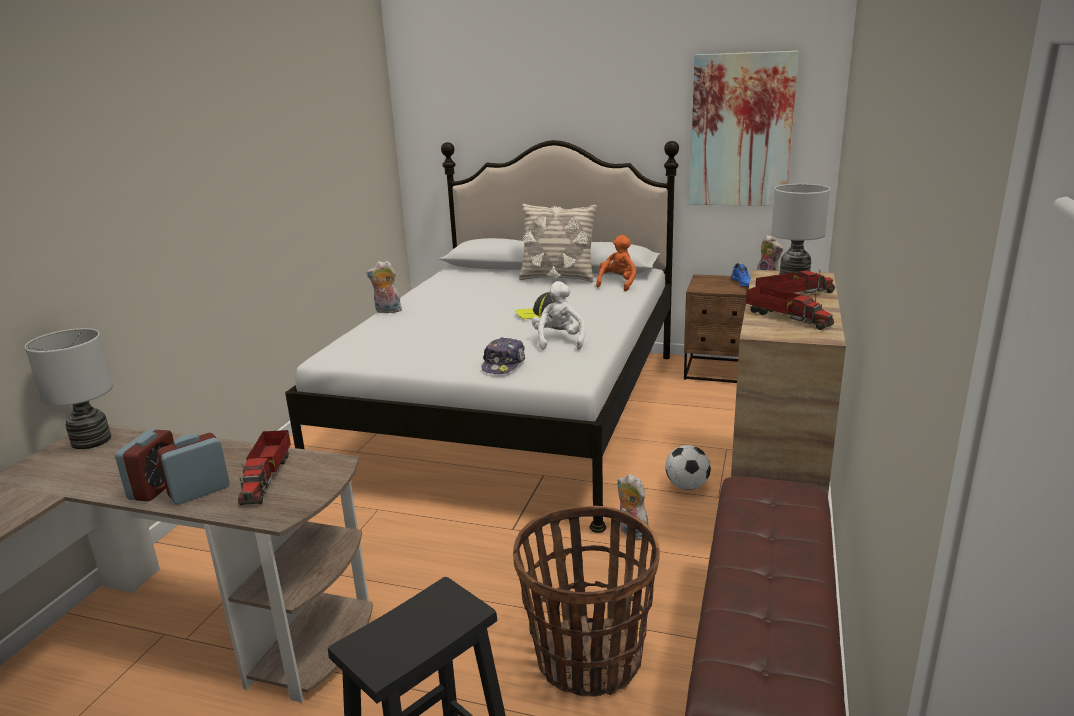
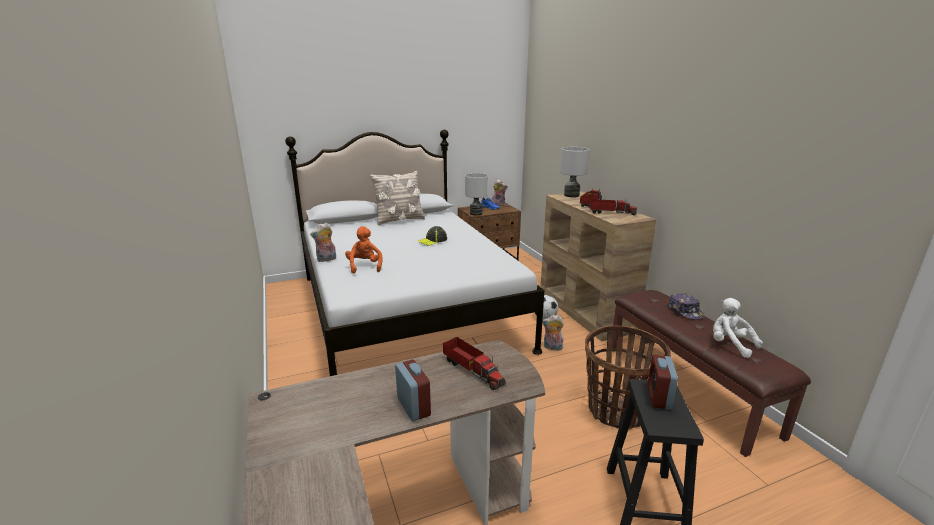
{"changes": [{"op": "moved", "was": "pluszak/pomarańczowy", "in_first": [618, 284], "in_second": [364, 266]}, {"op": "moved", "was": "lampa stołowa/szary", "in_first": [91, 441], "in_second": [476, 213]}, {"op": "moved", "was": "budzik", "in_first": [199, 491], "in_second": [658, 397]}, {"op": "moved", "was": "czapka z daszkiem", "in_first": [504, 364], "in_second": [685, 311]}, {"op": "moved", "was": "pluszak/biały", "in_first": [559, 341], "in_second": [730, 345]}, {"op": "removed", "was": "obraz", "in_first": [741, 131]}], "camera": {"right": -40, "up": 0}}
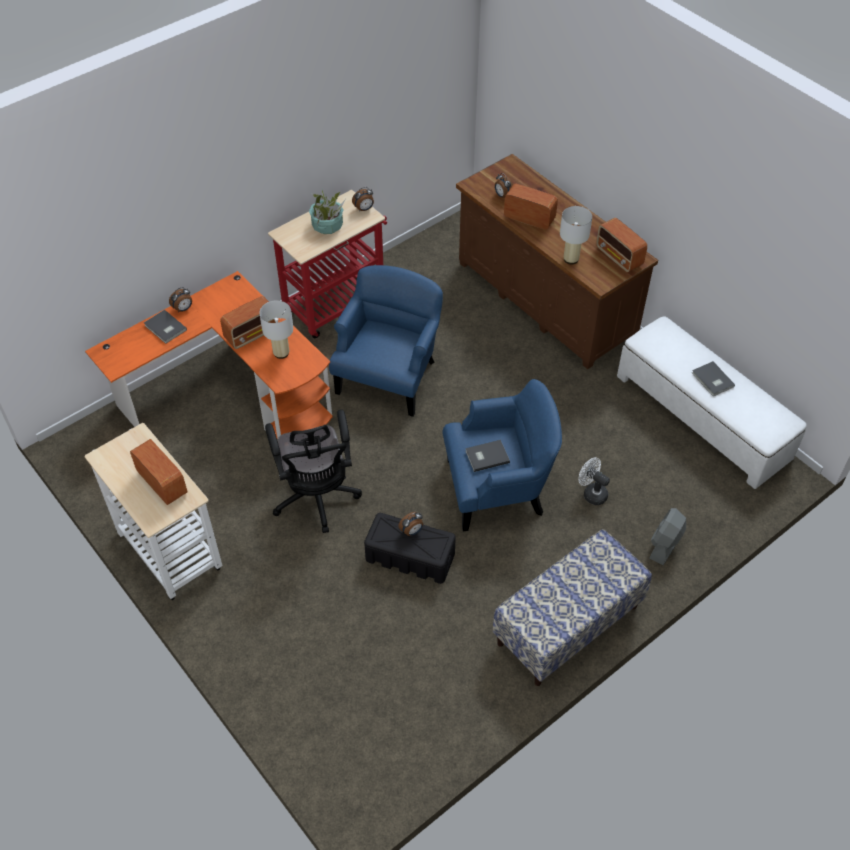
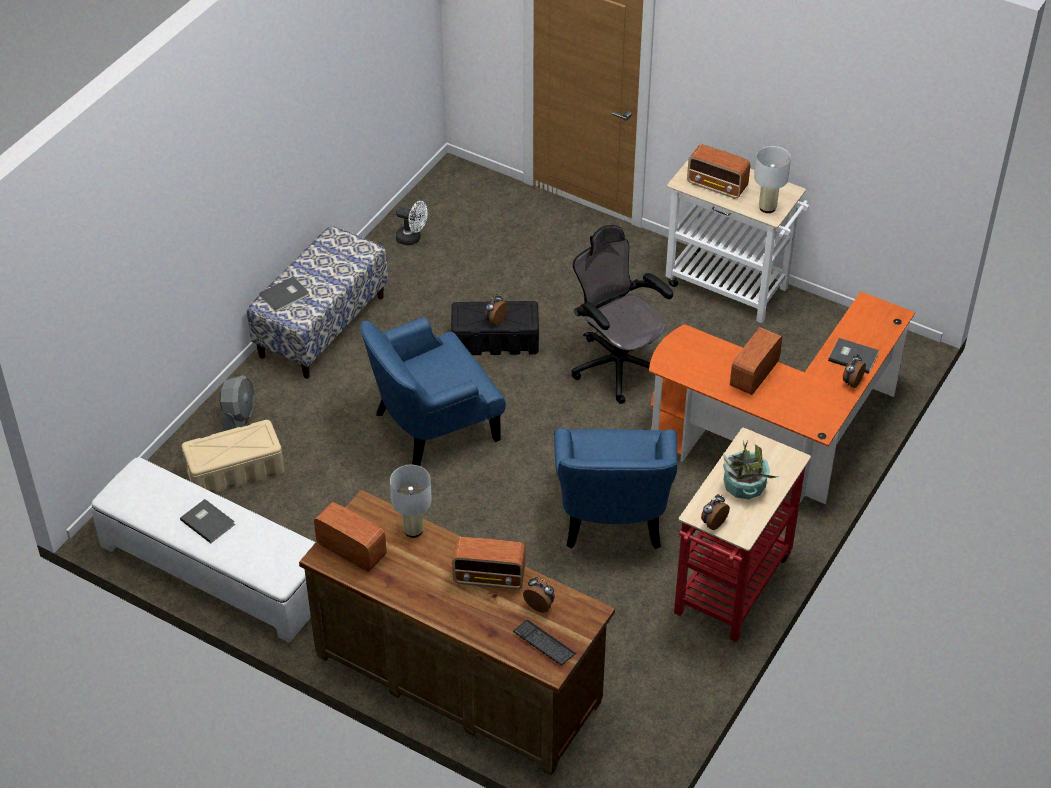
{"changes": [{"op": "added", "now": "pojemnik do przechowywania/beżowy", "in_second": [234, 471]}, {"op": "moved", "was": "książka/szary", "in_first": [486, 456], "in_second": [286, 295]}, {"op": "moved", "was": "wentylator/biały", "in_first": [591, 493], "in_second": [412, 238]}, {"op": "added", "now": "klawiatura", "in_second": [544, 643]}, {"op": "moved", "was": "lampa stołowa/biały", "in_first": [281, 353], "in_second": [767, 208]}], "camera": {"right": 160, "up": -5}}
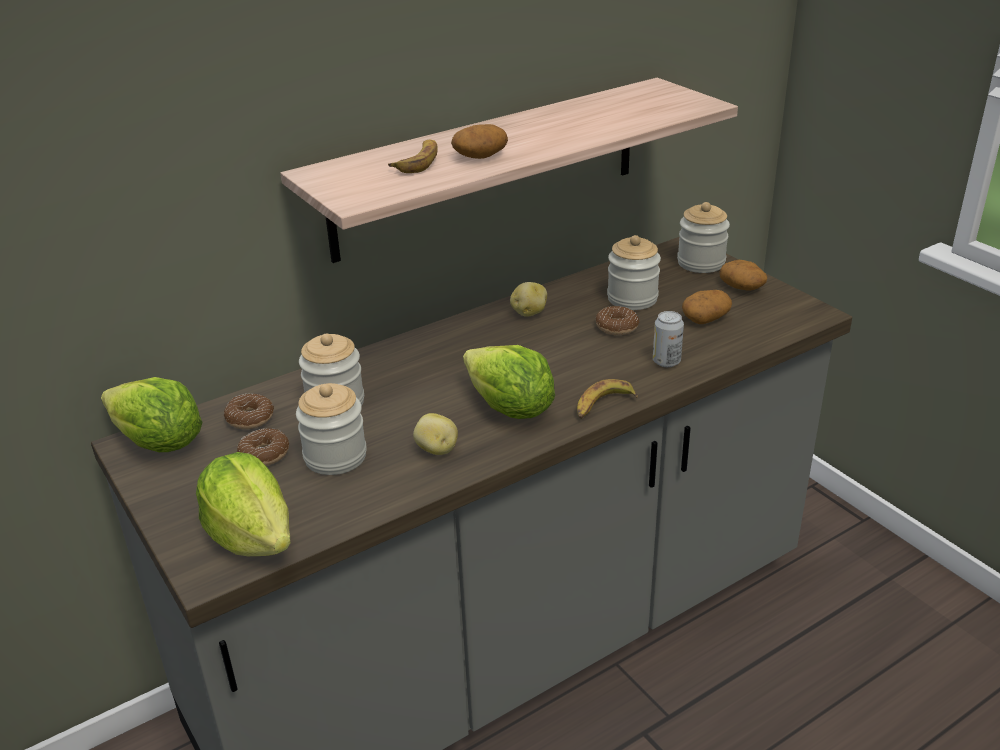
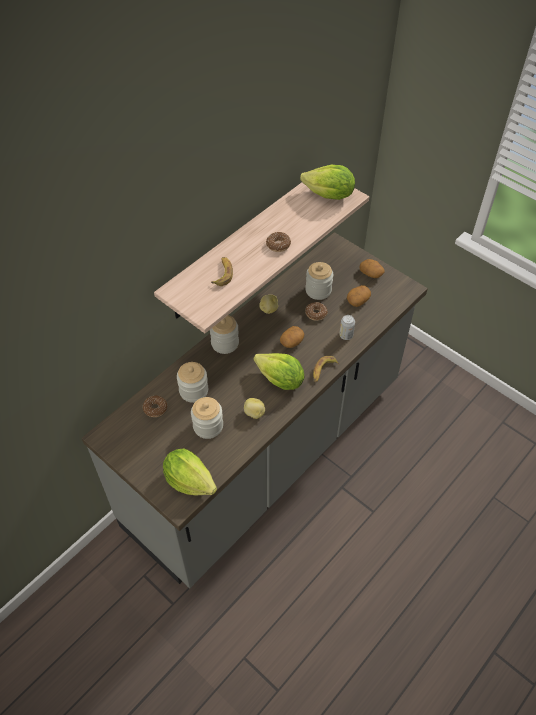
{"changes": [{"op": "moved", "was": "słoik", "in_first": [701, 263], "in_second": [225, 343]}, {"op": "moved", "was": "donut", "in_first": [264, 454], "in_second": [278, 245]}, {"op": "moved", "was": "ziemniak", "in_first": [480, 156], "in_second": [292, 342]}, {"op": "moved", "was": "sałata", "in_first": [159, 444], "in_second": [329, 195]}], "camera": {"right": -15, "up": 20}}
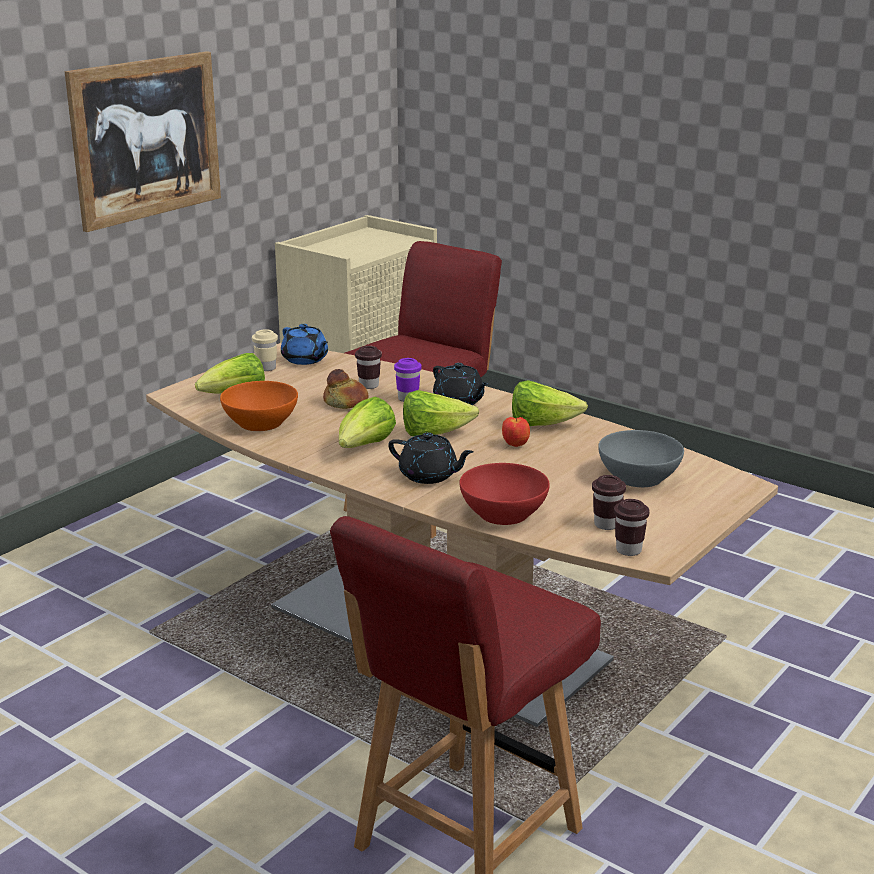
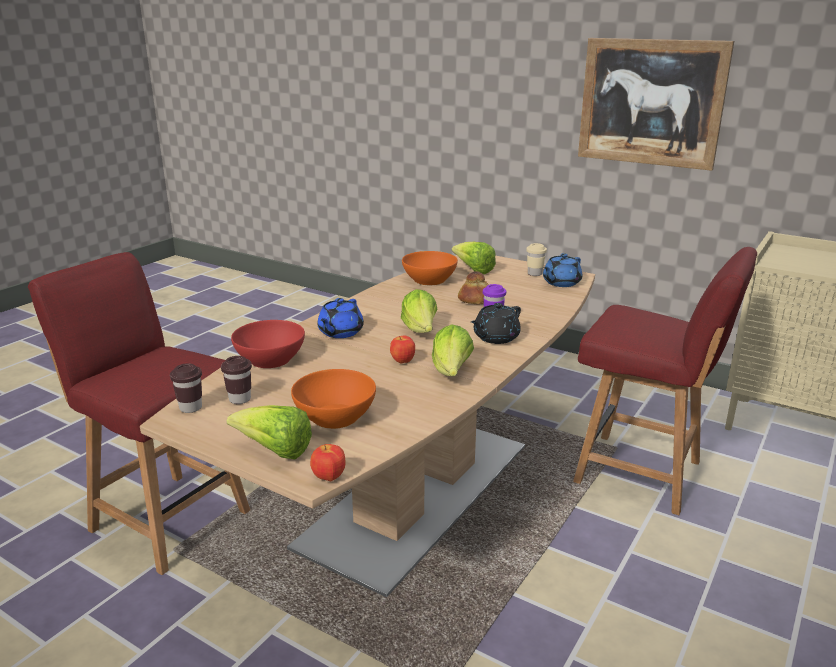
{"changes": [{"op": "moved", "was": "sałata", "in_first": [365, 447], "in_second": [275, 451]}, {"op": "recoloured", "was": "miska/szary", "now": "miska/pomarańczowy", "in_first": [638, 477], "in_second": [334, 416]}, {"op": "added", "now": "jabłko", "in_second": [328, 478]}, {"op": "recoloured", "was": "imbryk/czarny", "now": "imbryk/niebieski", "in_first": [429, 476], "in_second": [340, 332]}, {"op": "removed", "was": "filiżanka/brązowy", "in_first": [369, 386]}], "camera": {"right": 85, "up": 0}}
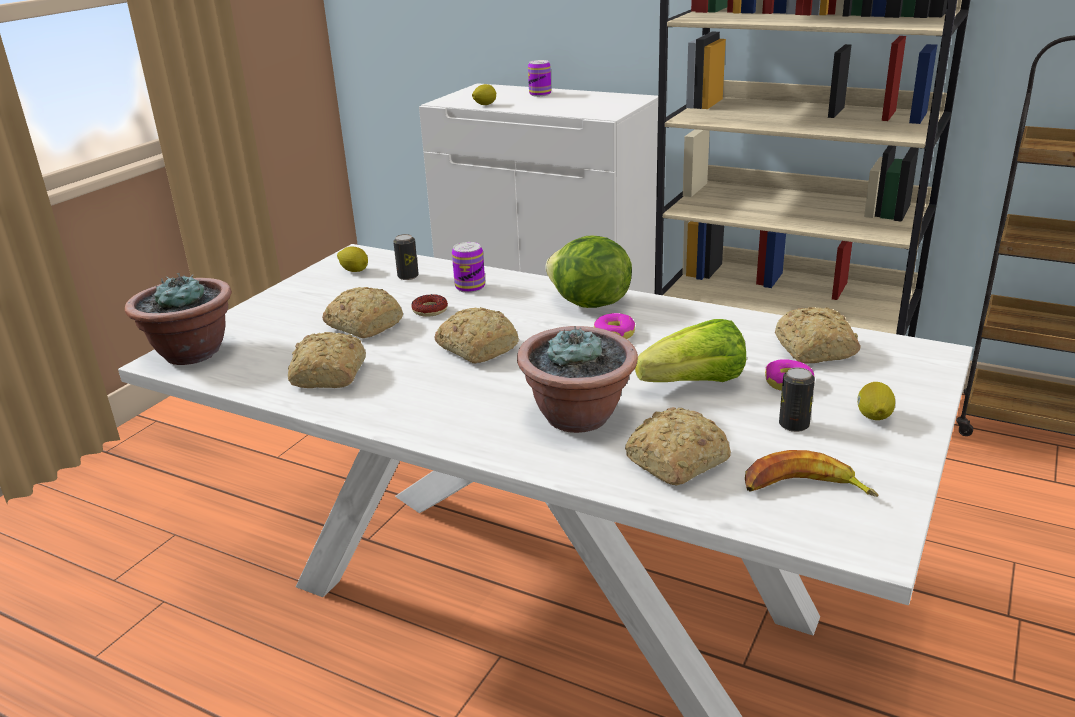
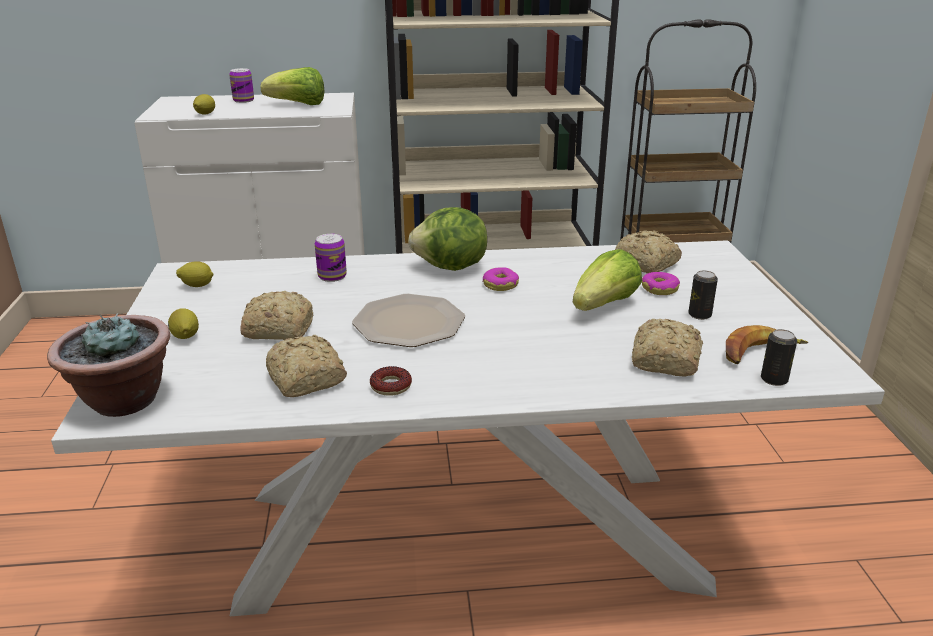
{"changes": [{"op": "moved", "was": "cytryna", "in_first": [873, 417], "in_second": [185, 337]}, {"op": "added", "now": "sałata", "in_second": [298, 105]}, {"op": "replaced", "was": "chleb", "now": "talerz", "in_first": [477, 348], "in_second": [408, 322]}, {"op": "moved", "was": "donut", "in_first": [430, 310], "in_second": [390, 386]}, {"op": "moved", "was": "puszka", "in_first": [408, 276], "in_second": [774, 380]}, {"op": "removed", "was": "roślina doniczkowa", "in_first": [579, 417]}], "camera": {"right": -35, "up": 0}}
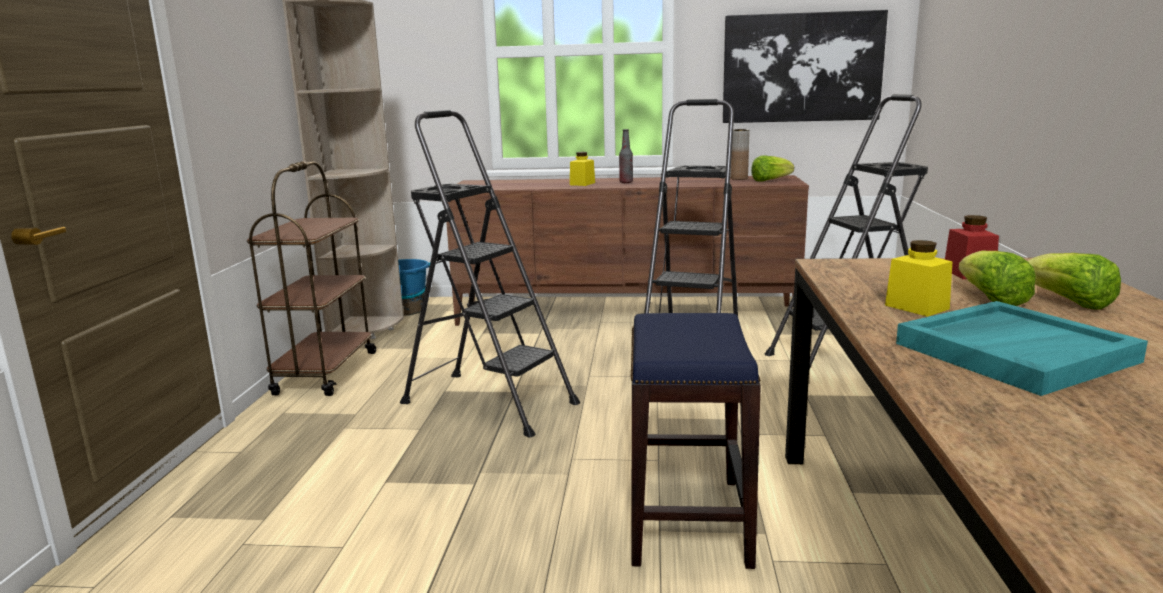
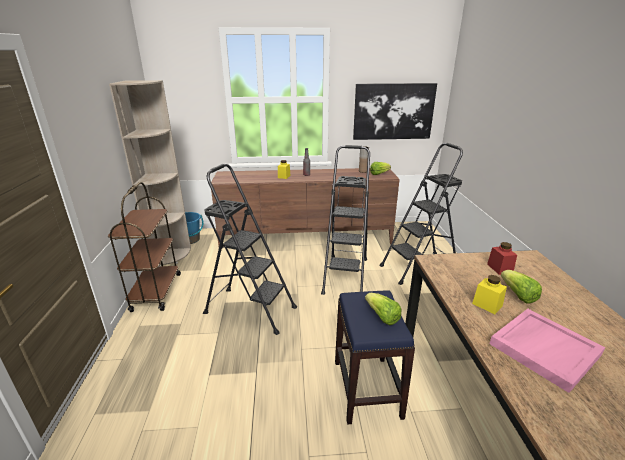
{"changes": [{"op": "moved", "was": "sałata", "in_first": [1068, 302], "in_second": [382, 317]}, {"op": "recoloured", "was": "taca/turkusowy", "now": "taca/różowy", "in_first": [1013, 351], "in_second": [544, 348]}], "camera": {"right": -10, "up": 10}}
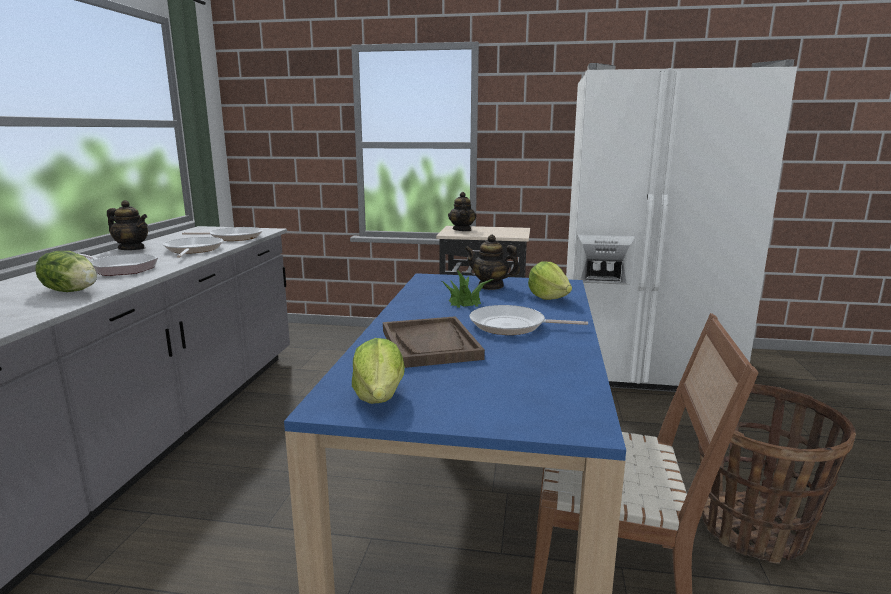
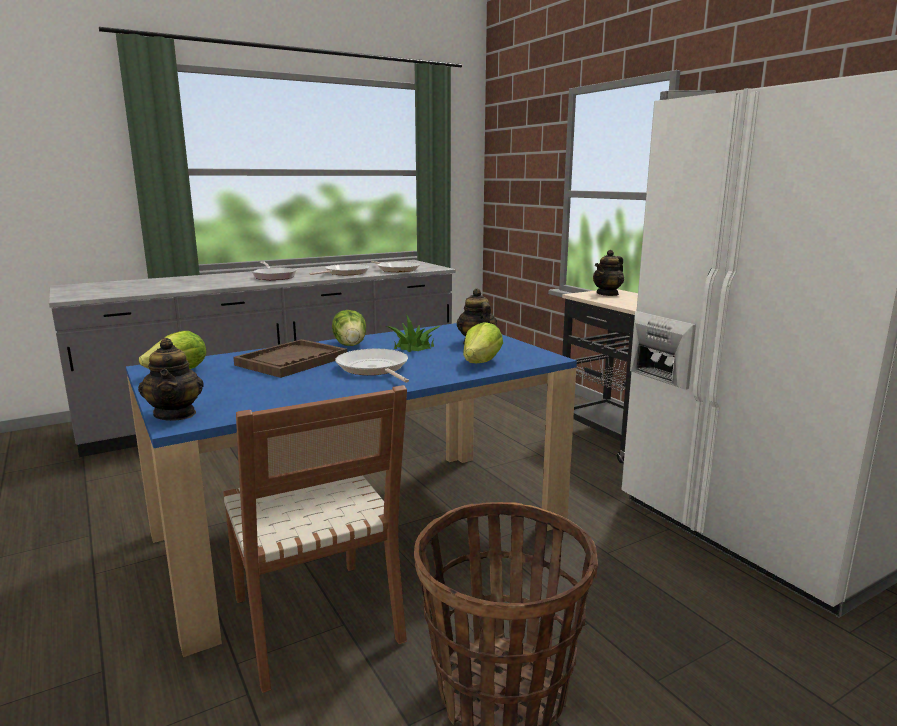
{"changes": [{"op": "moved", "was": "imbryk", "in_first": [132, 249], "in_second": [175, 414]}, {"op": "moved", "was": "sałata", "in_first": [71, 291], "in_second": [351, 345]}], "camera": {"right": 50, "up": 0}}
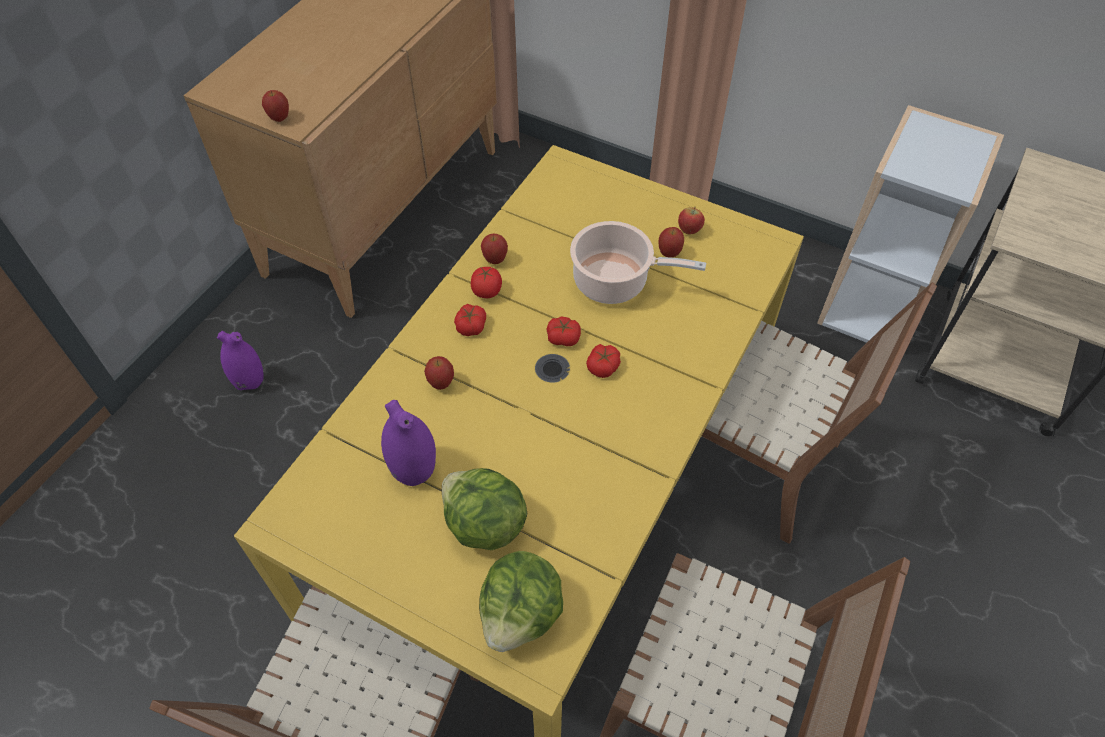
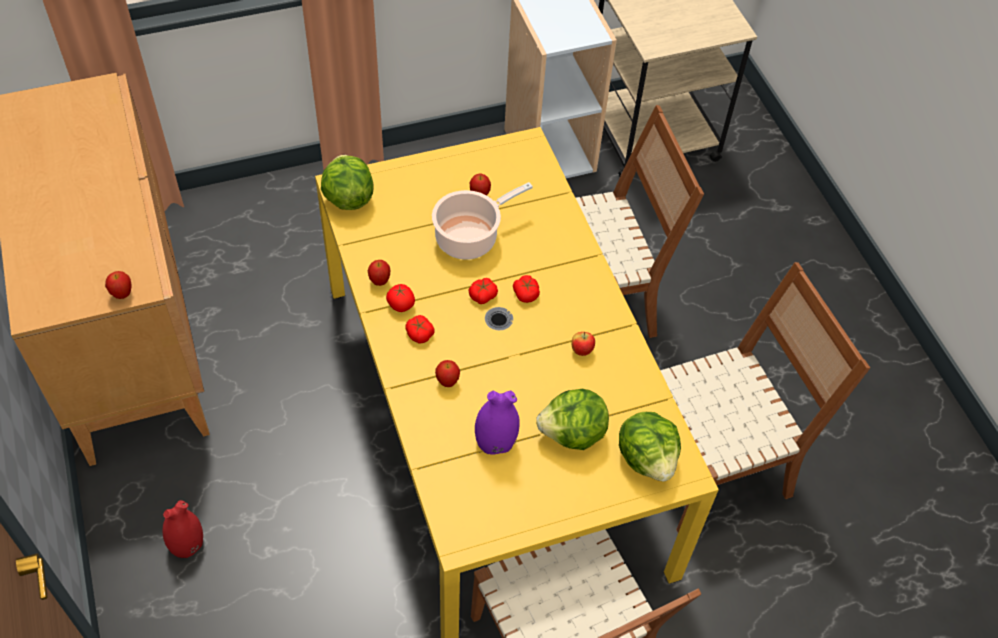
{"changes": [{"op": "recoloured", "was": "wazon/fioletowy", "now": "wazon/czerwony", "in_first": [249, 380], "in_second": [187, 544]}, {"op": "added", "now": "sałata", "in_second": [348, 198]}, {"op": "moved", "was": "jabłko", "in_first": [689, 230], "in_second": [581, 351]}], "camera": {"right": -50, "up": 0}}
